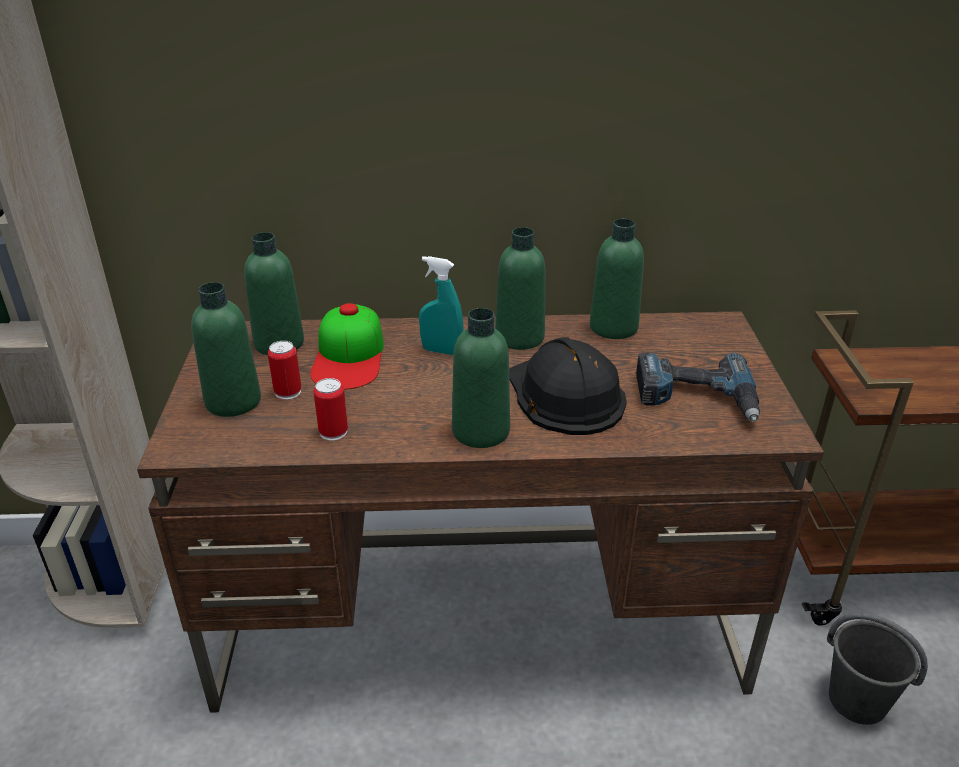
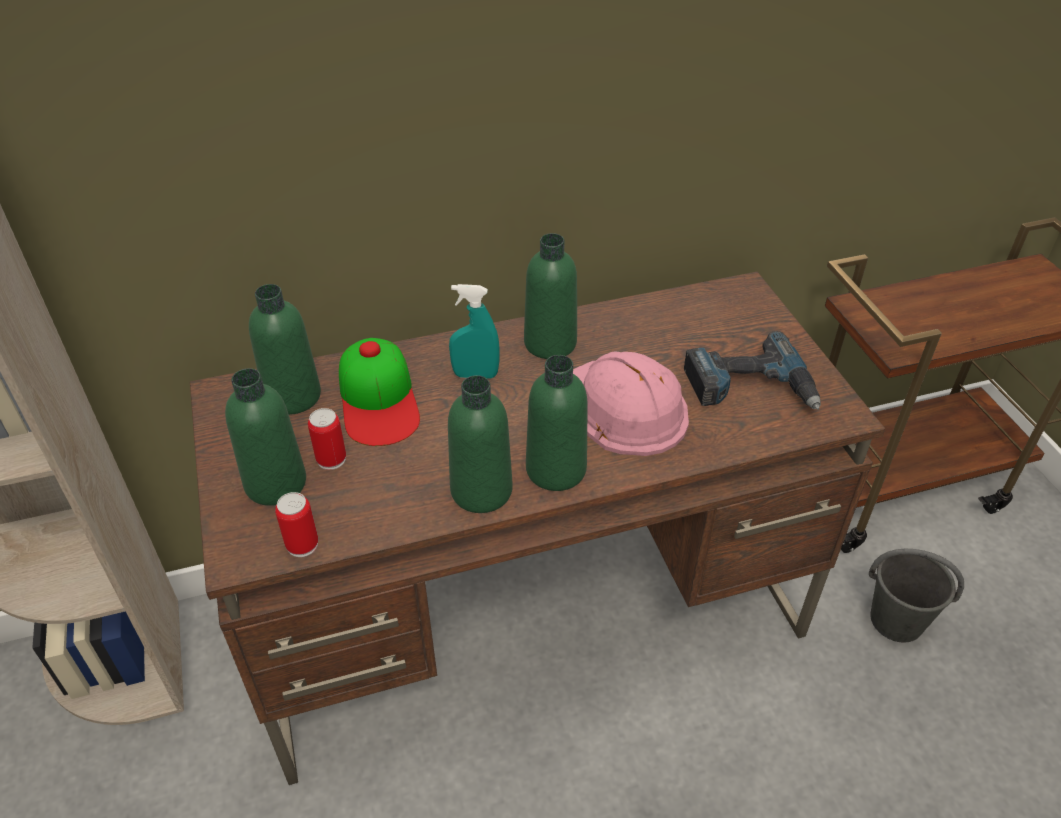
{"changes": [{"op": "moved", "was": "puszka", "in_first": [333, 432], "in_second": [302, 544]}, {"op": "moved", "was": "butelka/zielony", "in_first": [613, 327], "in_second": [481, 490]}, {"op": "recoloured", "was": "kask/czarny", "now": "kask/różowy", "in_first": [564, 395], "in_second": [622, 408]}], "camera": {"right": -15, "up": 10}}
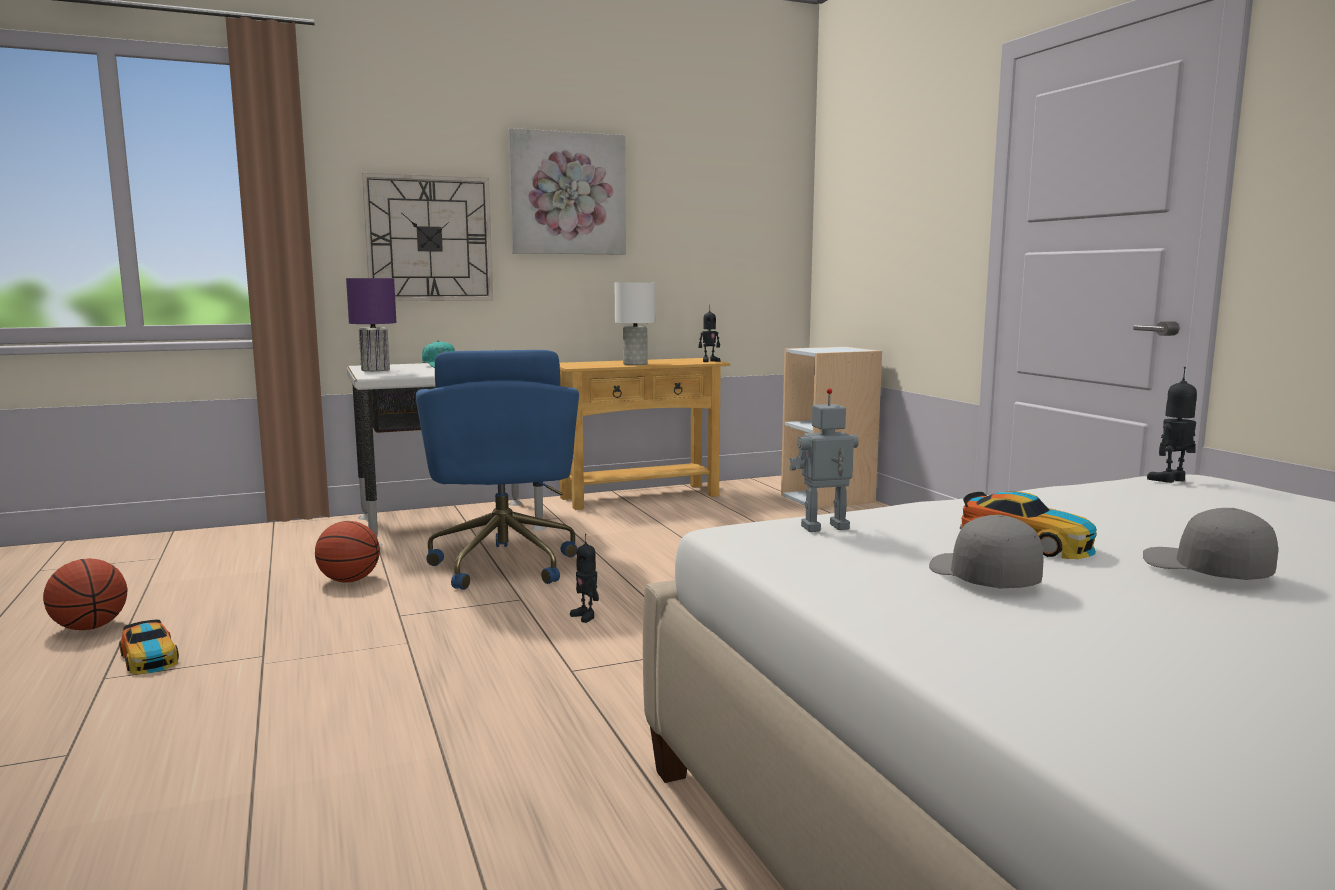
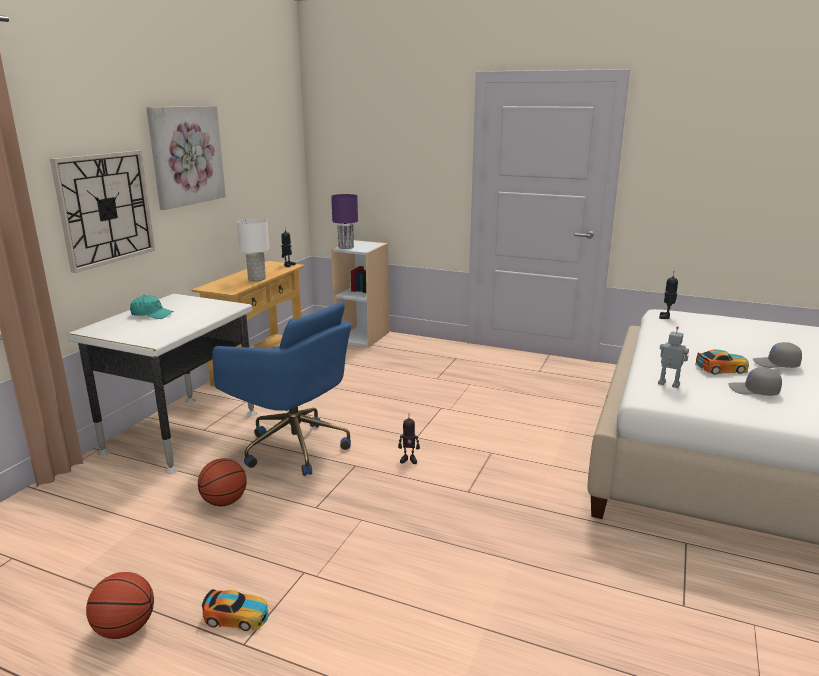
{"changes": [{"op": "moved", "was": "lampa stołowa/fioletowy", "in_first": [374, 370], "in_second": [345, 247]}, {"op": "turned", "was": "robot zabawkowy", "in_first": [826, 528], "in_second": [668, 385], "clockwise": 90}], "camera": {"right": -45, "up": 10}}
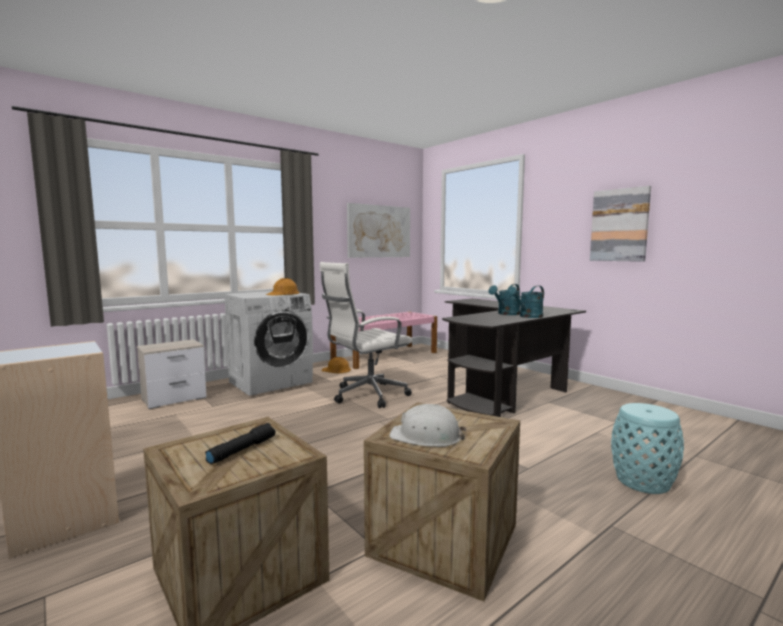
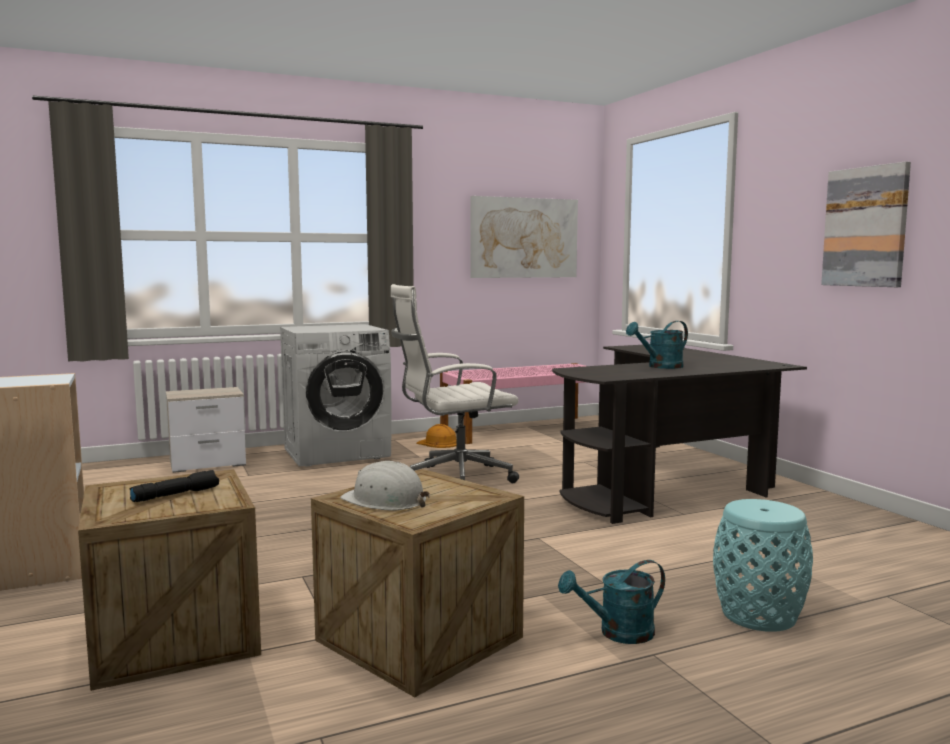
{"changes": [{"op": "moved", "was": "konewka/turkusowy", "in_first": [528, 316], "in_second": [617, 633]}, {"op": "removed", "was": "kask/pomarańczowy", "in_first": [283, 293]}], "camera": {"right": 15, "up": 0}}
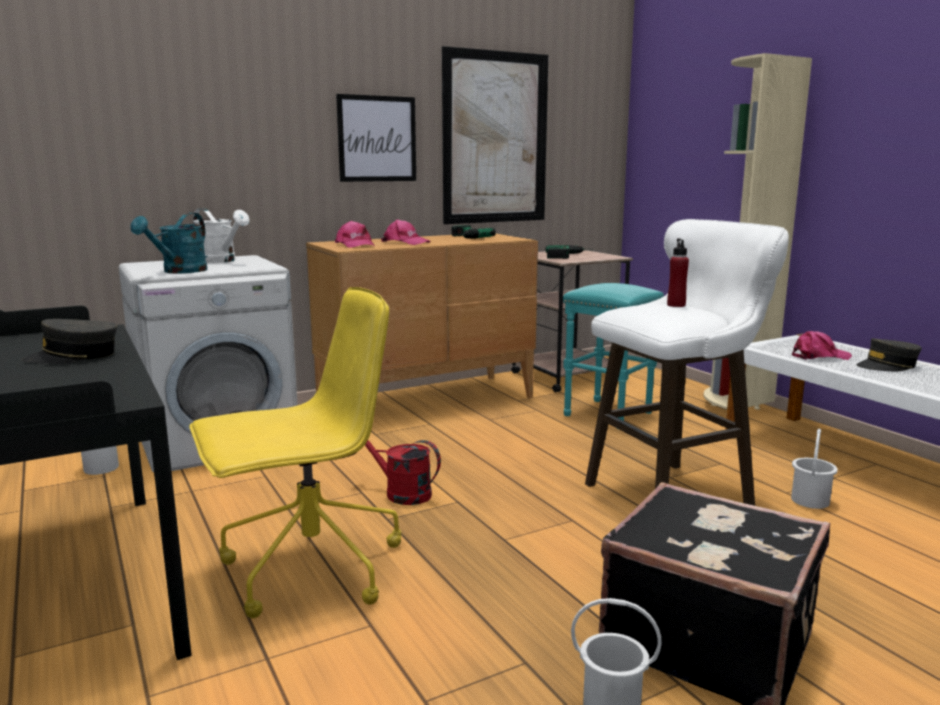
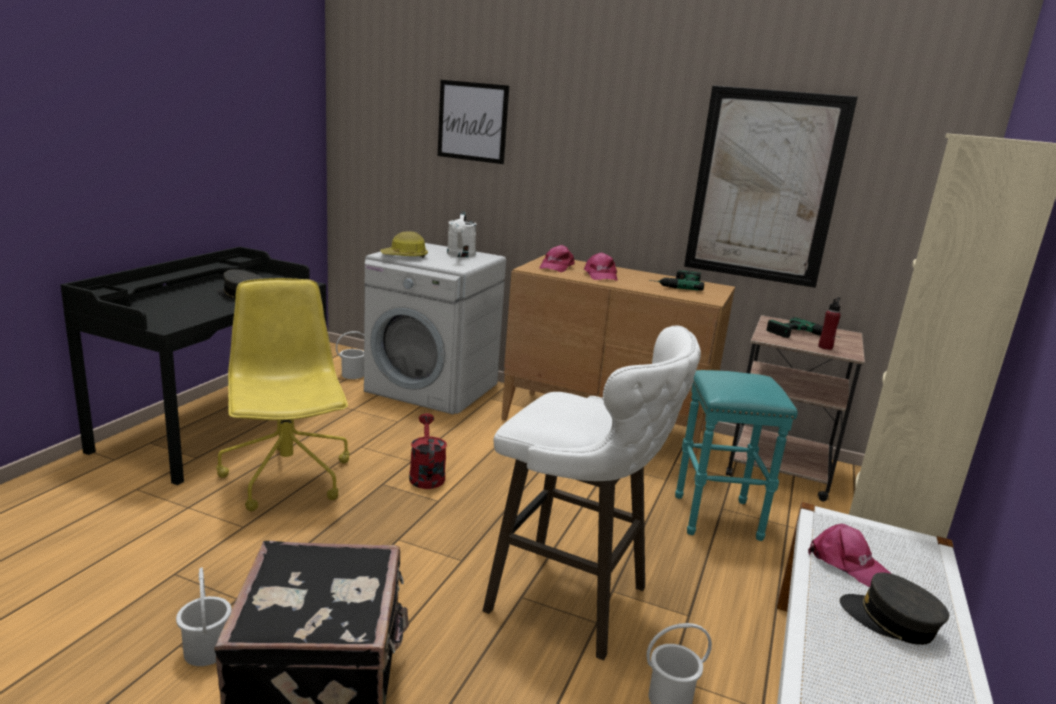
{"changes": [{"op": "turned", "was": "krzesło biurowe/żółty", "in_first": [304, 571], "in_second": [288, 482], "clockwise": -135}, {"op": "replaced", "was": "konewka/turkusowy", "now": "kask", "in_first": [179, 271], "in_second": [405, 257]}, {"op": "moved", "was": "obraz", "in_first": [377, 139], "in_second": [472, 121]}, {"op": "moved", "was": "butelka/czerwony", "in_first": [676, 305], "in_second": [825, 347]}], "camera": {"right": 50, "up": 5}}
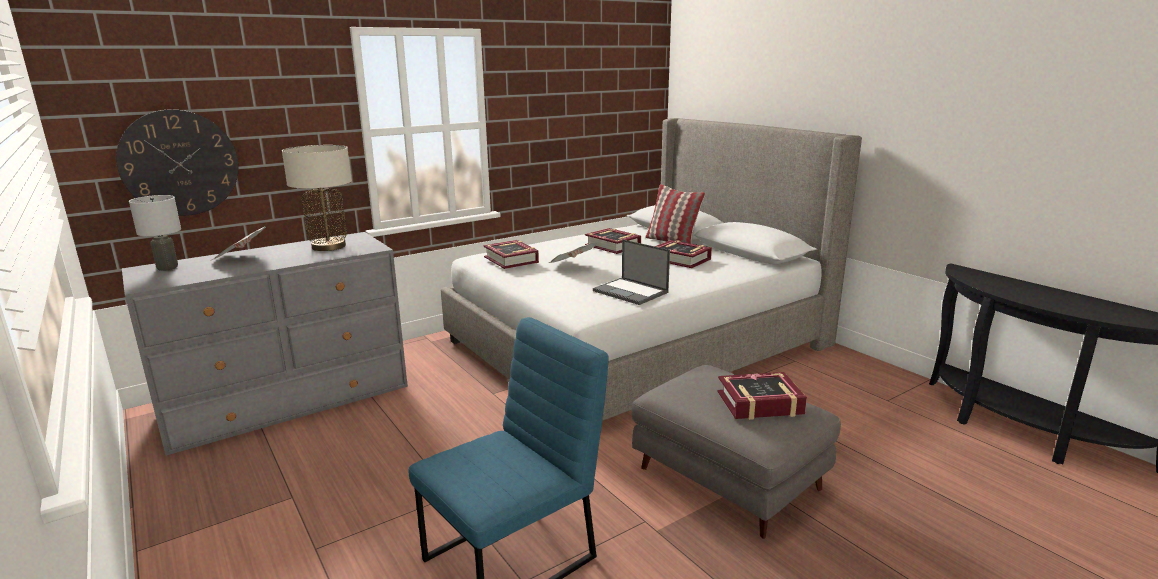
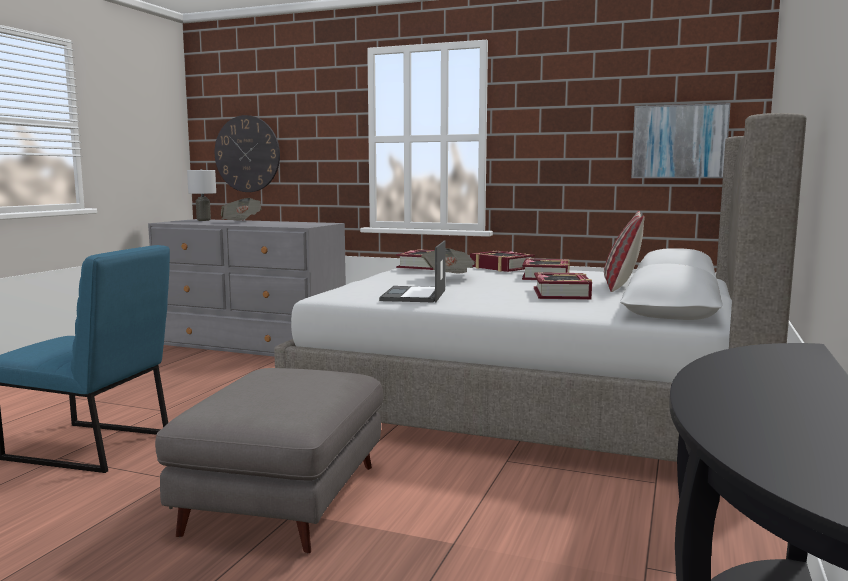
{"changes": [{"op": "moved", "was": "książka", "in_first": [760, 403], "in_second": [501, 267]}, {"op": "added", "now": "obraz", "in_second": [679, 141]}, {"op": "removed", "was": "lampa stołowa", "in_first": [328, 246]}], "camera": {"right": 55, "up": -10}}
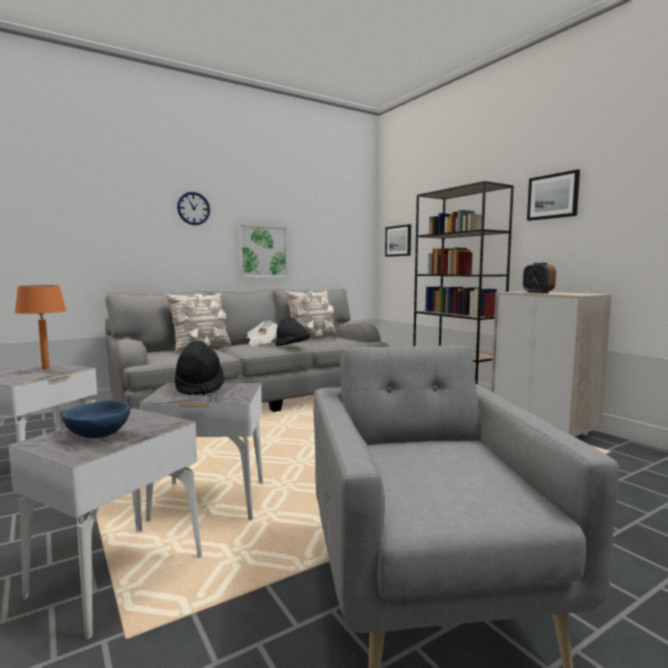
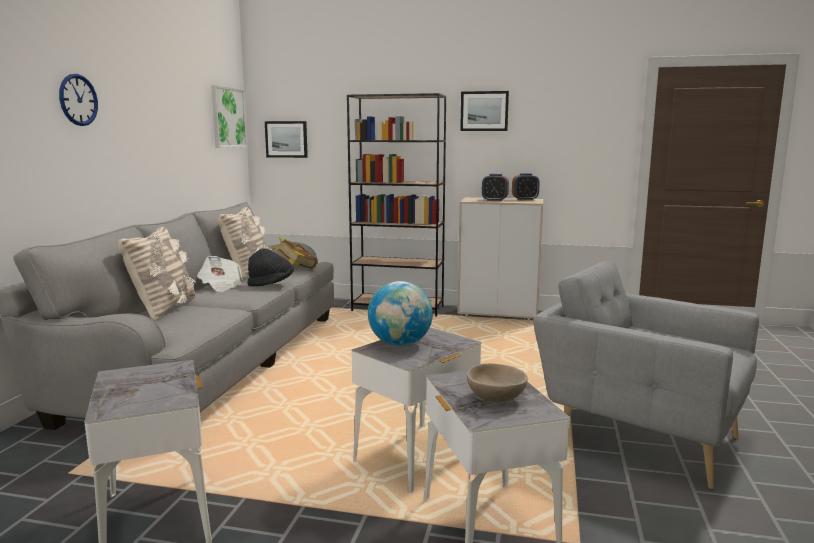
{"changes": [{"op": "moved", "was": "obraz", "in_first": [263, 251], "in_second": [228, 117]}, {"op": "added", "now": "książka", "in_second": [296, 269]}, {"op": "replaced", "was": "kapelusz/czarny", "now": "globus", "in_first": [199, 388], "in_second": [400, 344]}, {"op": "recoloured", "was": "miska/niebieski", "now": "miska/beżowy", "in_first": [98, 435], "in_second": [495, 398]}, {"op": "added", "now": "budzik", "in_second": [525, 199]}, {"op": "removed", "was": "lampa stołowa/pomarańczowy", "in_first": [45, 369]}], "camera": {"right": -45, "up": 5}}
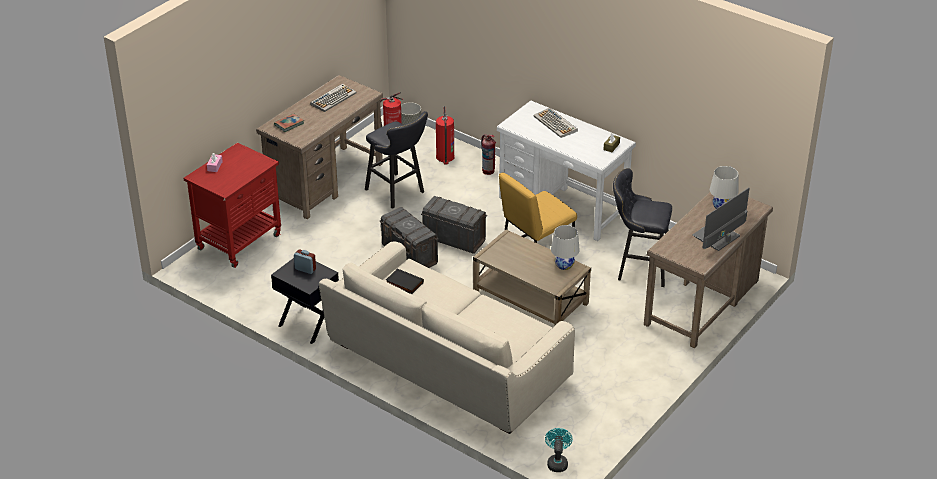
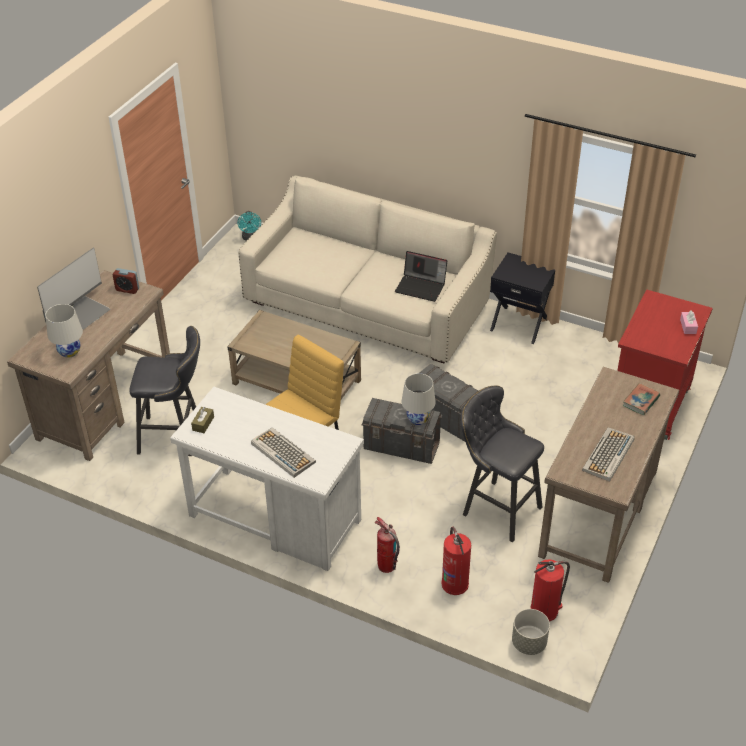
{"changes": [{"op": "moved", "was": "budzik", "in_first": [305, 269], "in_second": [127, 289]}, {"op": "replaced", "was": "książka/czarny", "now": "laptop", "in_first": [404, 283], "in_second": [421, 287]}, {"op": "moved", "was": "lampa stołowa/biały", "in_first": [564, 265], "in_second": [418, 419]}], "camera": {"right": 170, "up": 5}}
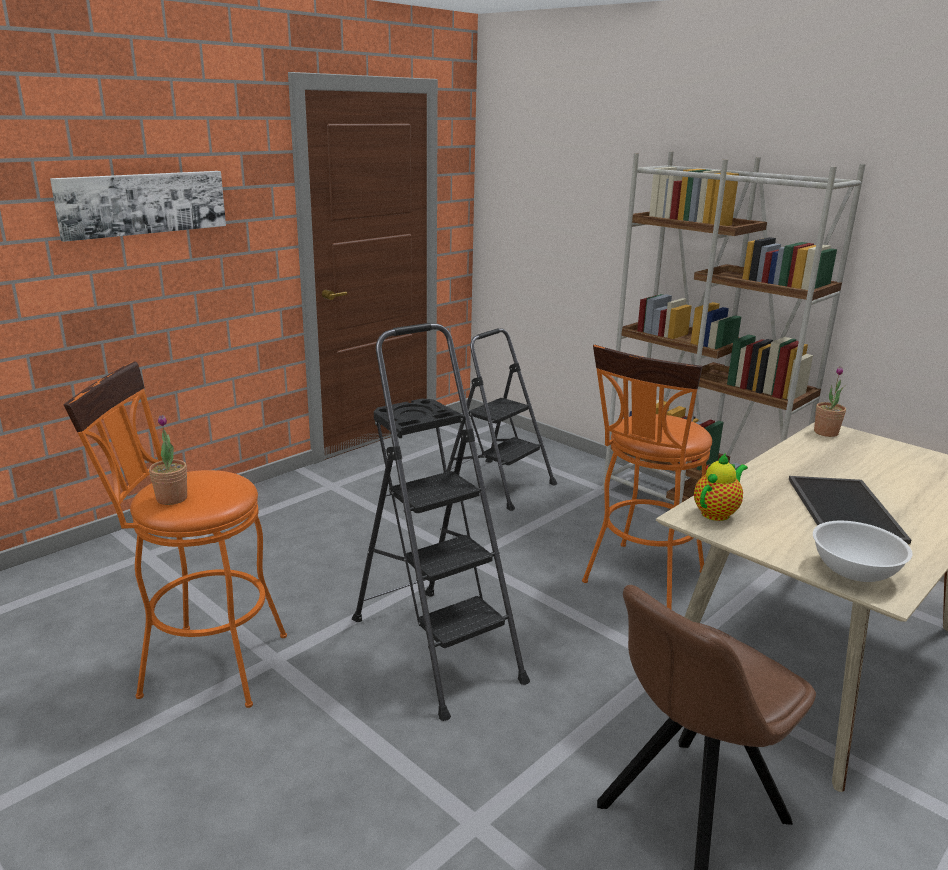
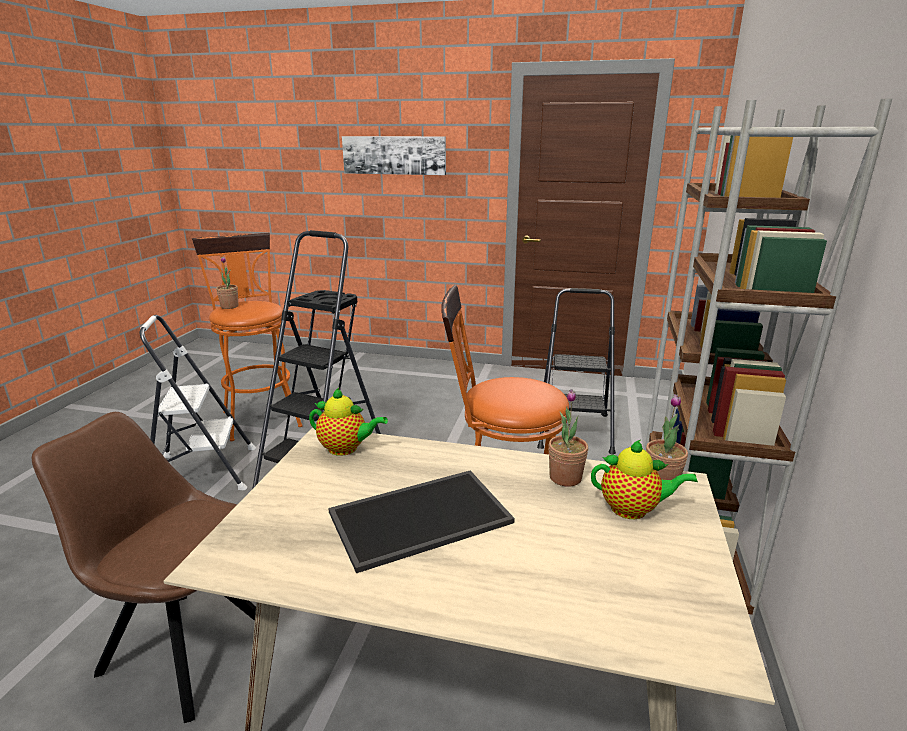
{"changes": [{"op": "added", "now": "drabinka/biały", "in_second": [199, 472]}, {"op": "added", "now": "roślina doniczkowa", "in_second": [565, 478]}, {"op": "added", "now": "imbryk", "in_second": [633, 509]}, {"op": "removed", "was": "miska/biały", "in_first": [853, 571]}], "camera": {"right": 60, "up": 0}}
